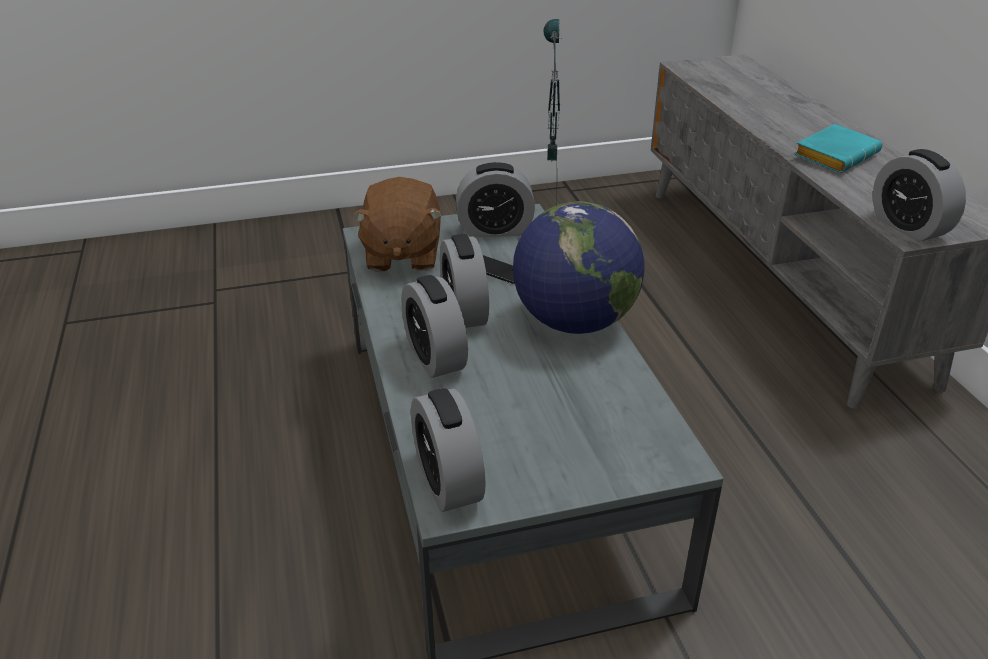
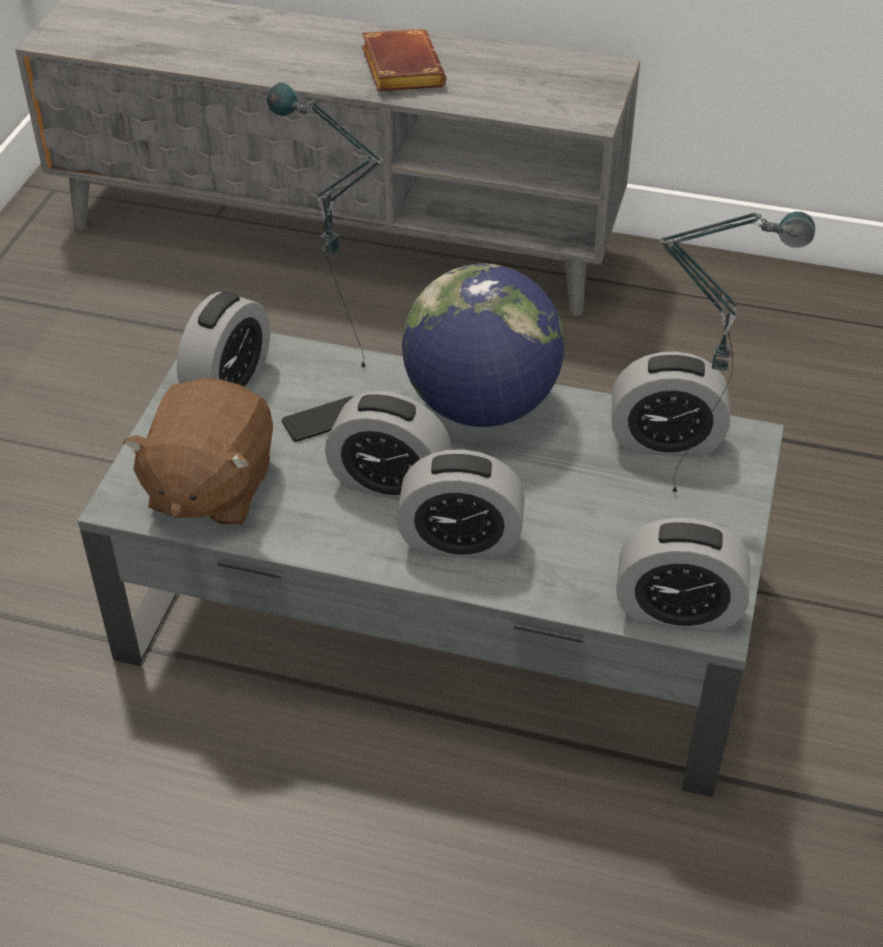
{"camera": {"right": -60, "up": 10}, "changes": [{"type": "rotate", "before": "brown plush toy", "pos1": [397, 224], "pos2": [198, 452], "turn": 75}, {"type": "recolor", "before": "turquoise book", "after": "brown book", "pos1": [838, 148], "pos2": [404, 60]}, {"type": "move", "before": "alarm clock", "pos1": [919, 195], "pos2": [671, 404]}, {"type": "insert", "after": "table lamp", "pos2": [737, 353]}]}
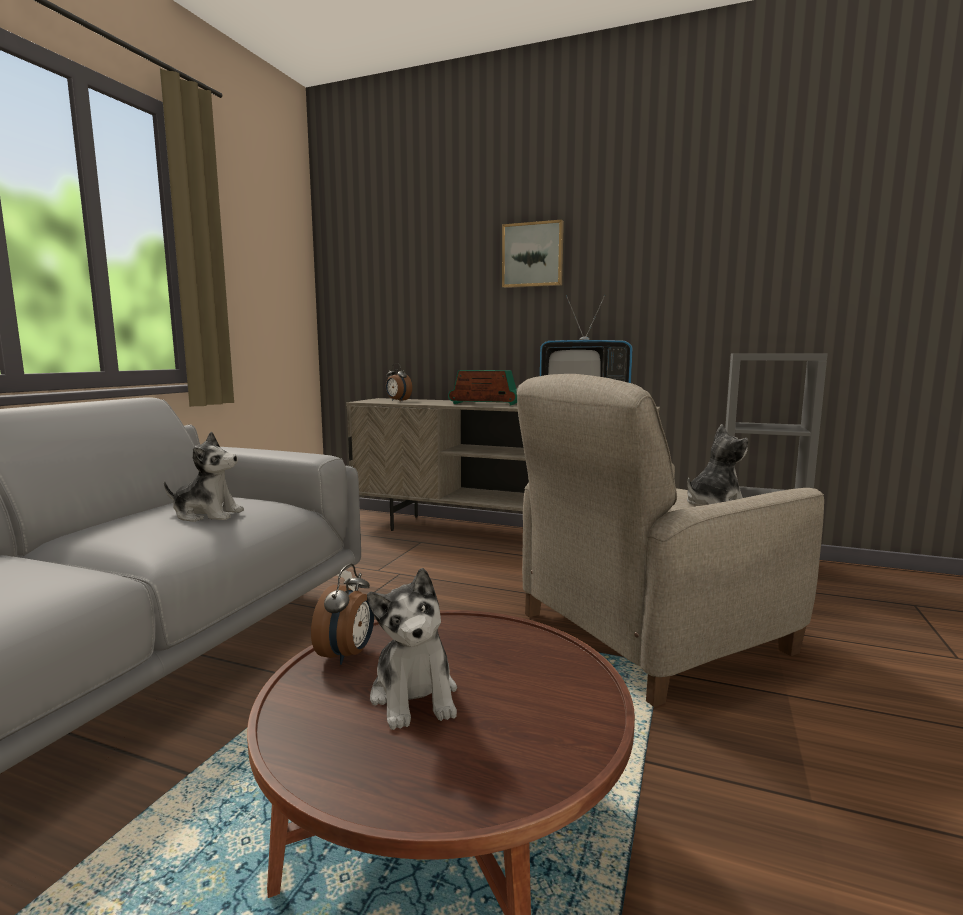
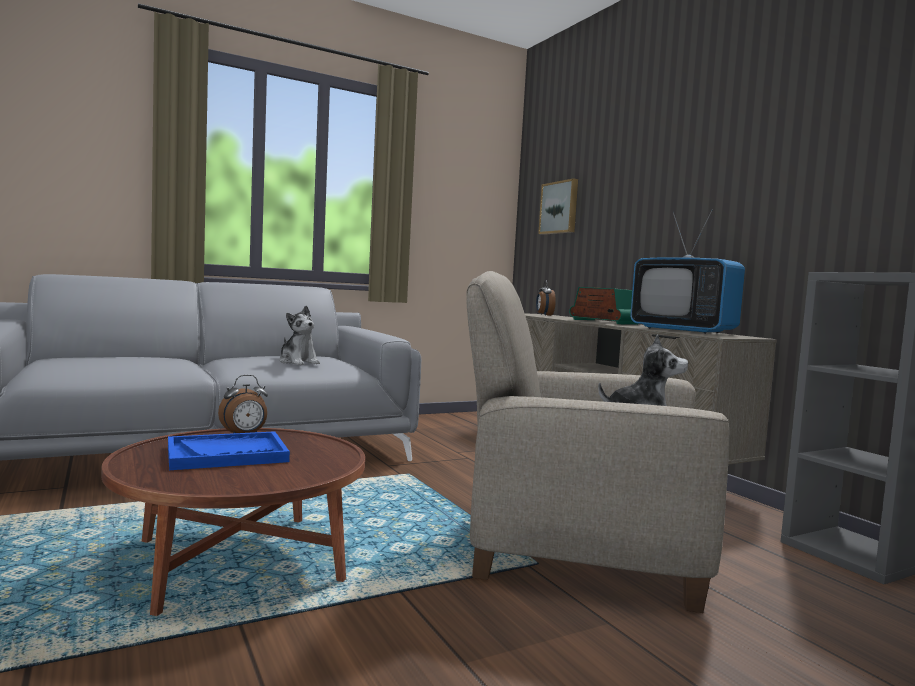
{"camera": {"right": 40, "up": -5}, "changes": [{"type": "replace", "before": "plush toy", "after": "blue tray", "pos1": [412, 649], "pos2": [229, 450]}, {"type": "move", "before": "picture", "pos1": [533, 254], "pos2": [558, 207]}]}
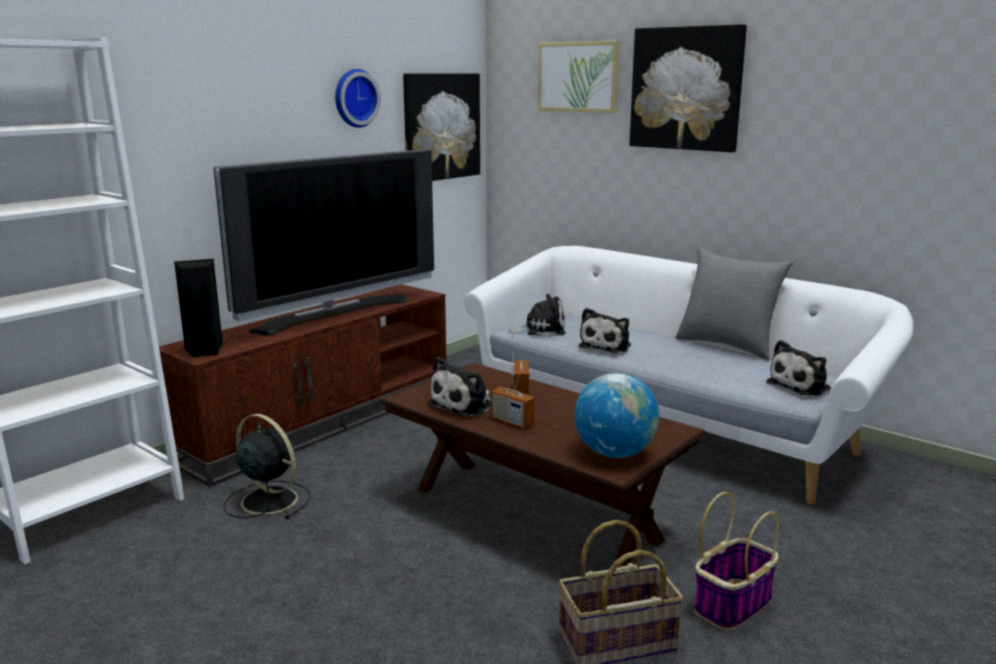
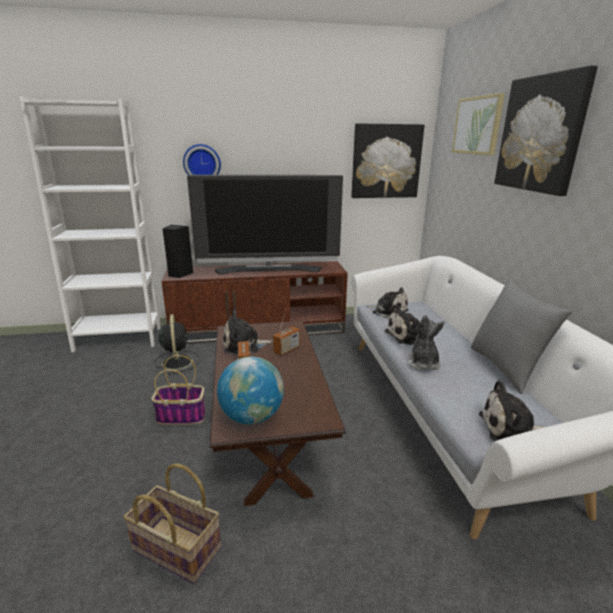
{"camera": {"right": 40, "up": 5}, "changes": [{"type": "move", "before": "basket", "pos1": [736, 561], "pos2": [178, 390]}, {"type": "move", "before": "wall clock", "pos1": [358, 98], "pos2": [202, 159]}, {"type": "insert", "after": "plush toy", "pos2": [426, 342]}]}
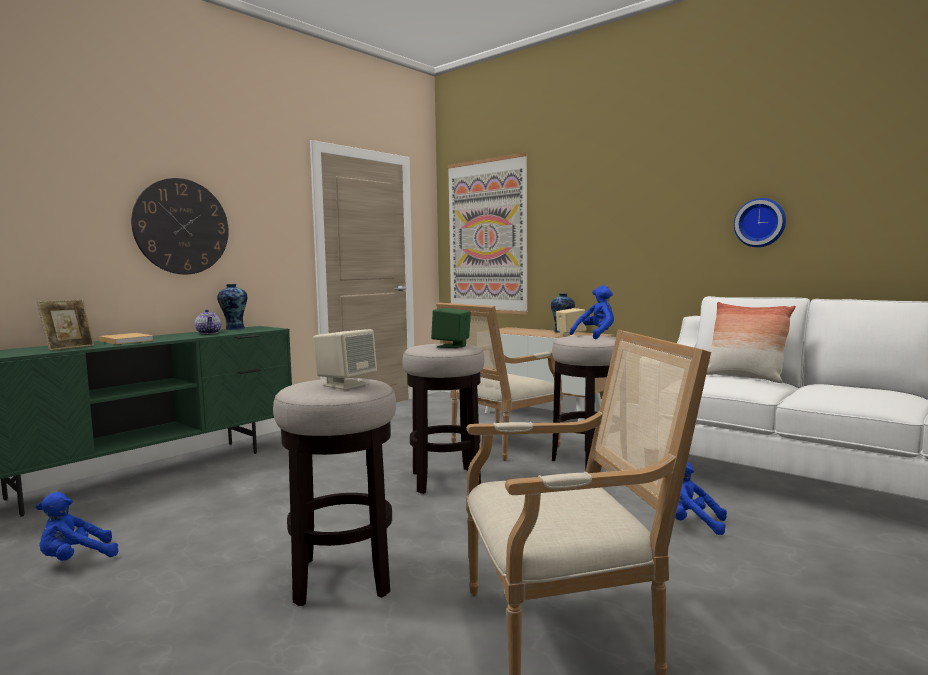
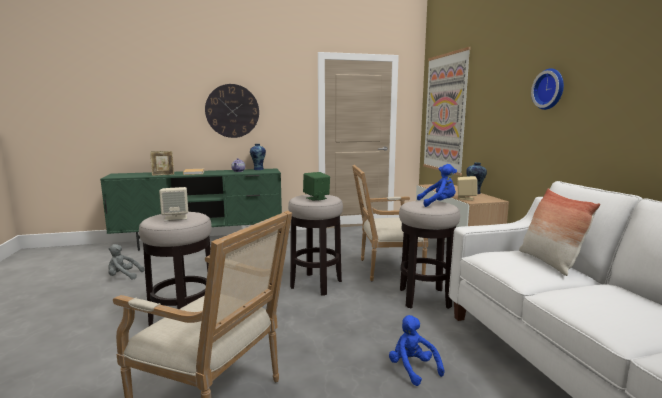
{"camera": {"right": 35, "up": 5}, "changes": [{"type": "recolor", "before": "blue plush toy", "after": "grey plush toy", "pos1": [77, 526], "pos2": [126, 262]}, {"type": "move", "before": "wall clock", "pos1": [760, 222], "pos2": [547, 89]}]}
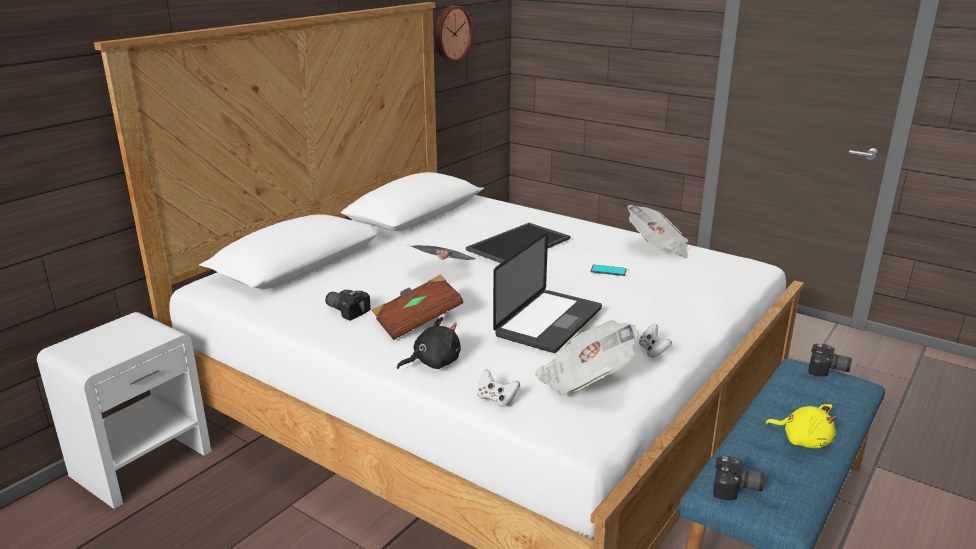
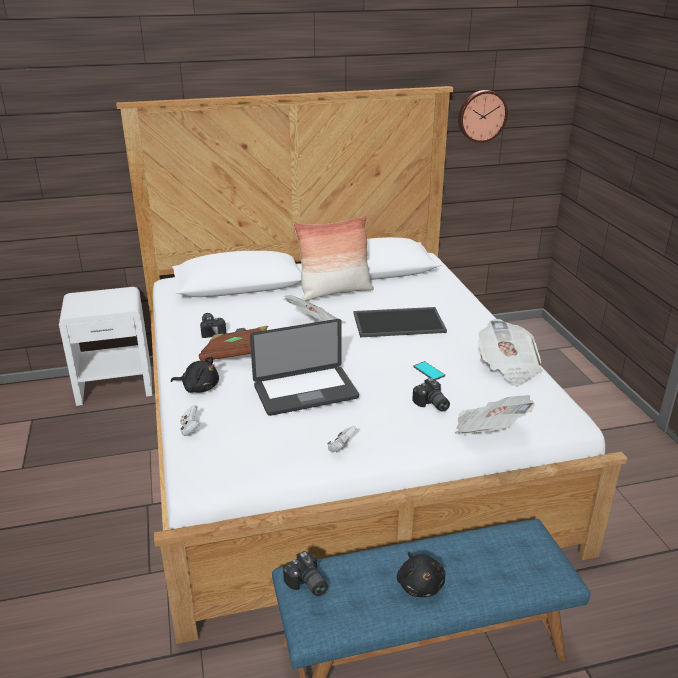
{"camera": {"right": 40, "up": 5}, "changes": [{"type": "insert", "after": "pillow", "pos2": [334, 258]}, {"type": "recolor", "before": "yellow plush toy", "after": "black plush toy", "pos1": [801, 426], "pos2": [421, 574]}, {"type": "move", "before": "photo camera", "pos1": [830, 360], "pos2": [431, 395]}, {"type": "move", "before": "newspaper", "pos1": [587, 358], "pos2": [495, 414]}]}
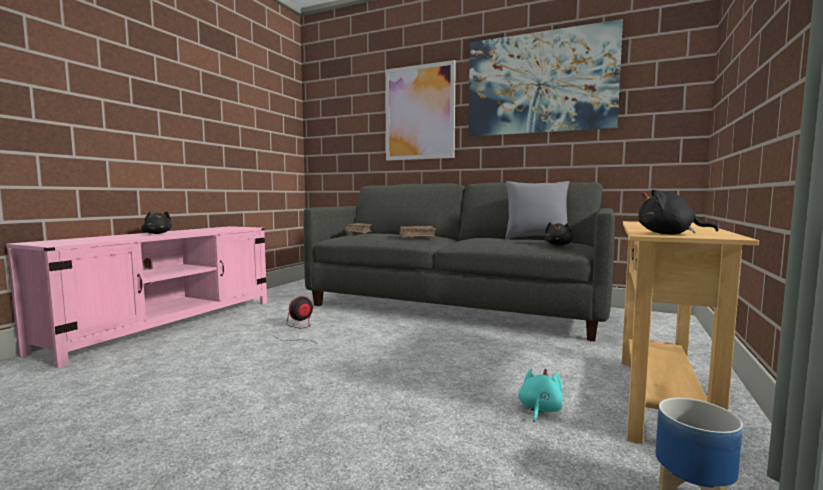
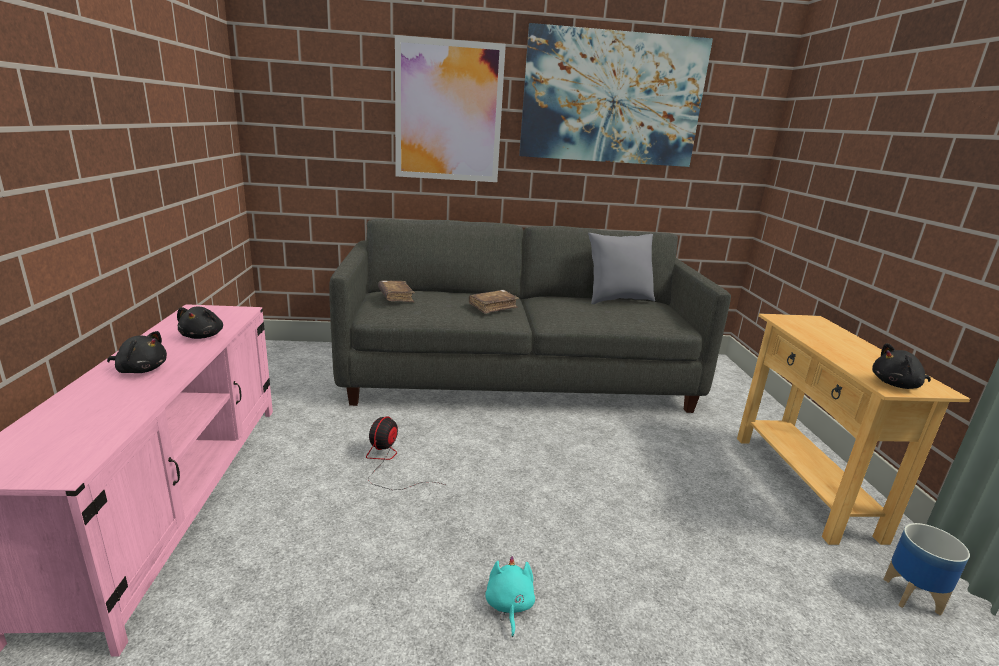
{"camera": {"right": -30, "up": 15}, "changes": [{"type": "move", "before": "black plush toy", "pos1": [559, 234], "pos2": [200, 322]}, {"type": "move", "before": "turquoise plush toy", "pos1": [540, 395], "pos2": [510, 596]}]}
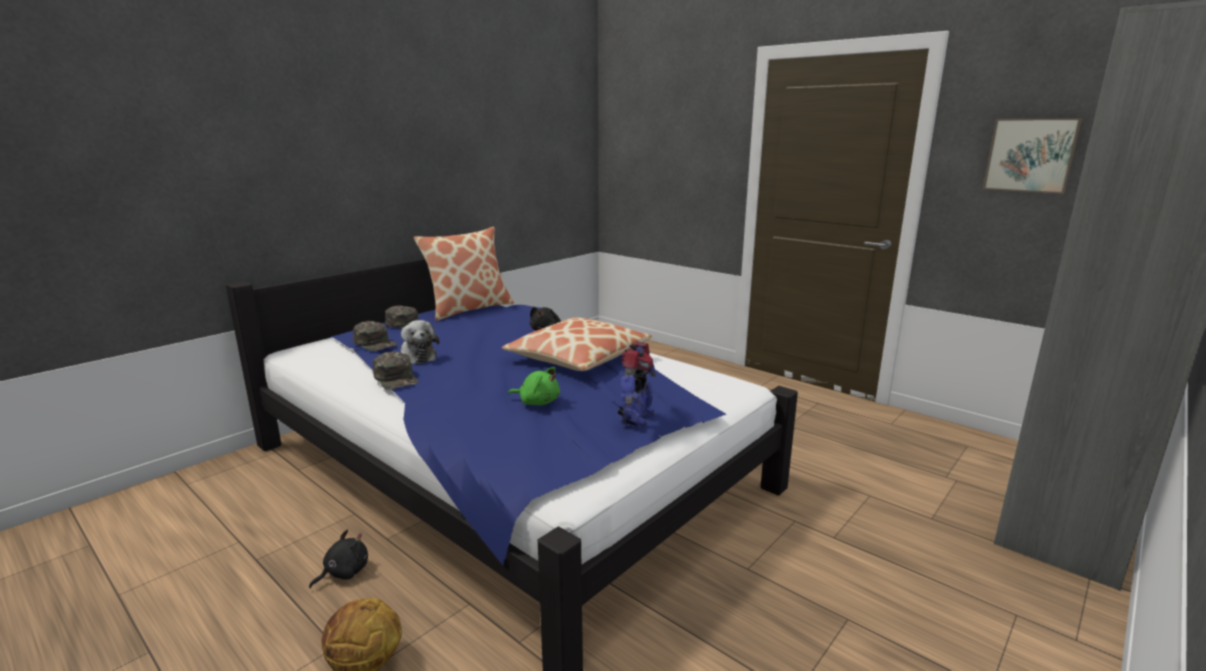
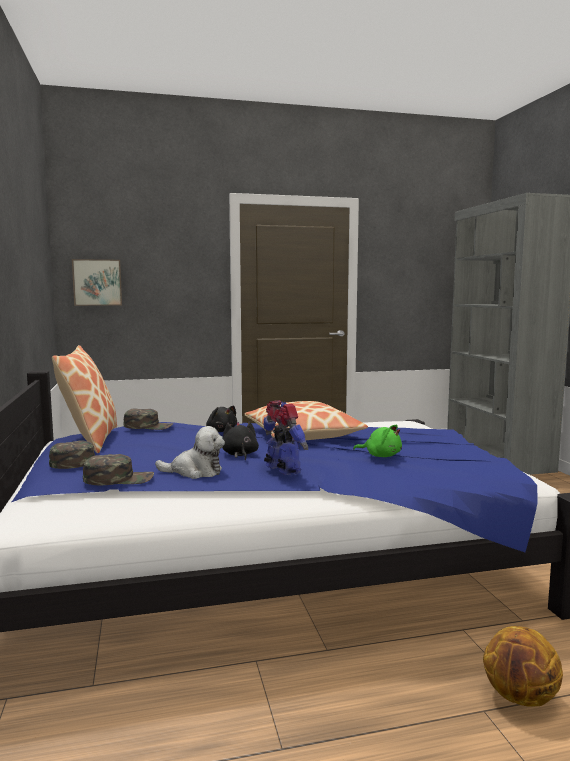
{"camera": {"right": -55, "up": -10}, "changes": [{"type": "move", "before": "picture", "pos1": [1032, 156], "pos2": [97, 282]}, {"type": "move", "before": "green cap", "pos1": [395, 370], "pos2": [148, 419]}, {"type": "move", "before": "black plush toy", "pos1": [338, 559], "pos2": [240, 440]}, {"type": "move", "before": "toy robot", "pos1": [637, 385], "pos2": [286, 437]}, {"type": "rotate", "before": "green plush toy", "pos1": [534, 386], "pos2": [377, 440], "turn": 60}]}
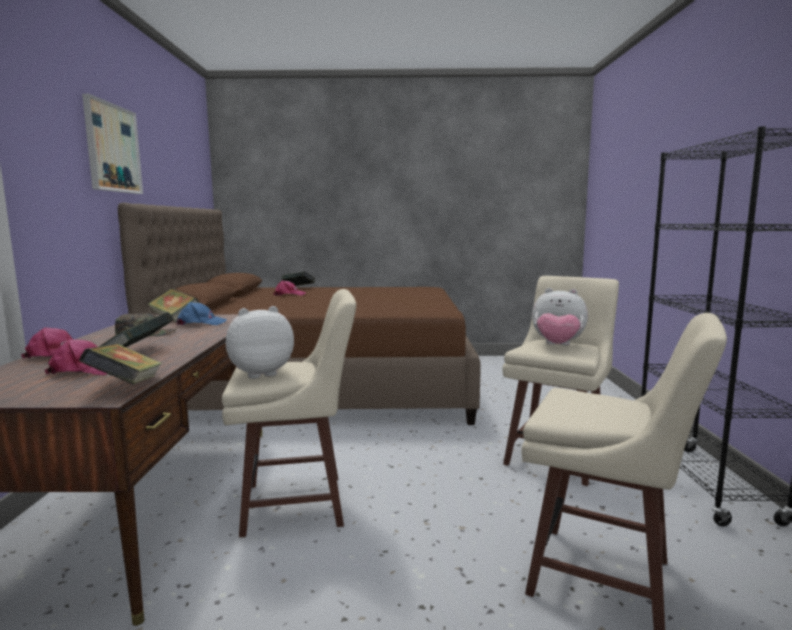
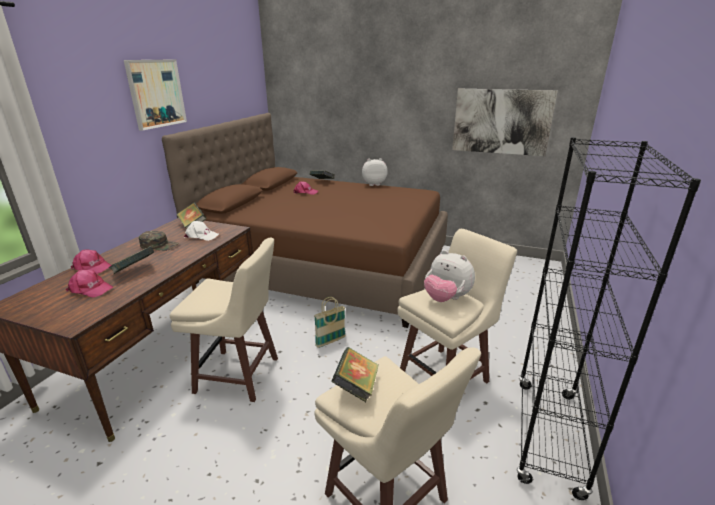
{"camera": {"right": 20, "up": 15}, "changes": [{"type": "recolor", "before": "blue cap", "after": "white cap", "pos1": [201, 313], "pos2": [201, 231]}, {"type": "insert", "after": "basket", "pos2": [330, 322]}, {"type": "move", "before": "book", "pos1": [120, 364], "pos2": [355, 374]}, {"type": "move", "before": "plush toy", "pos1": [260, 342], "pos2": [375, 172]}, {"type": "insert", "after": "picture", "pos2": [505, 122]}]}
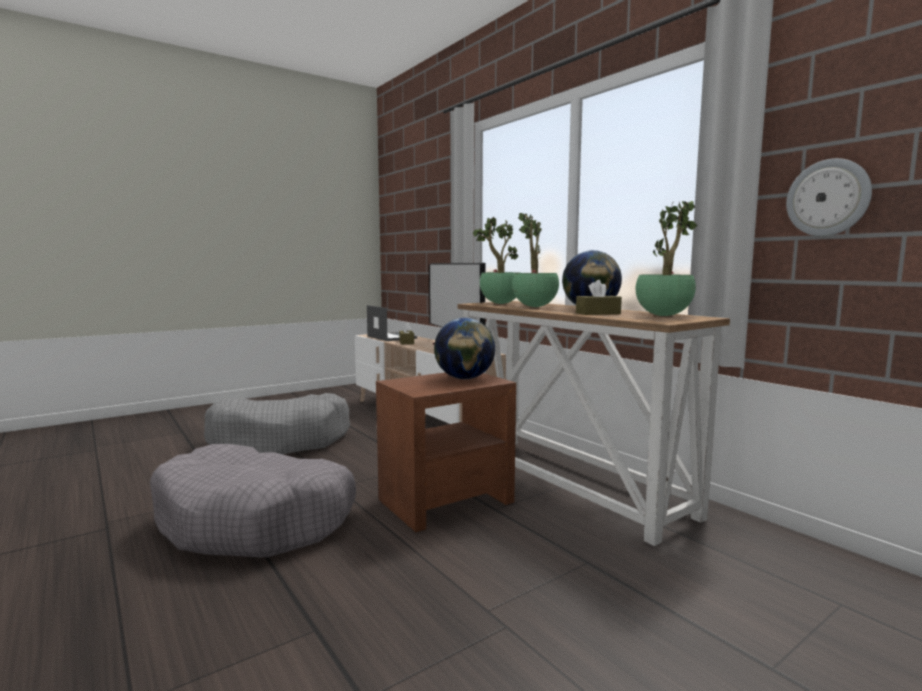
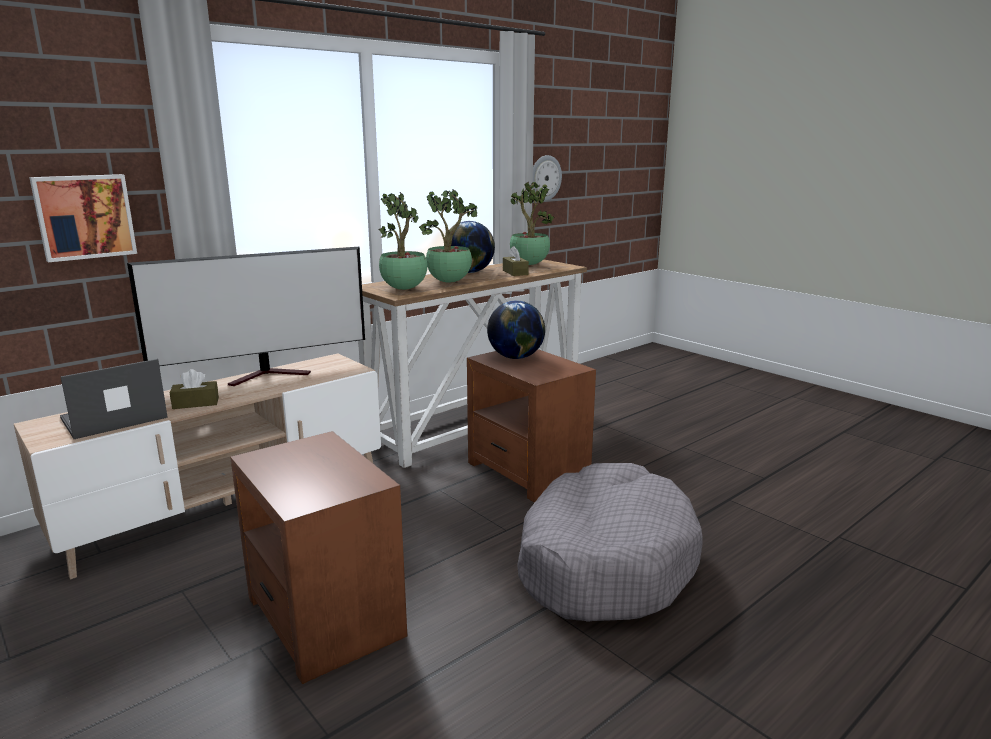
{"camera": {"right": -95, "up": 10}, "changes": [{"type": "insert", "after": "picture", "pos2": [83, 218]}, {"type": "replace", "before": "grey dog bed", "after": "brown side table", "pos1": [277, 423], "pos2": [318, 557]}]}
